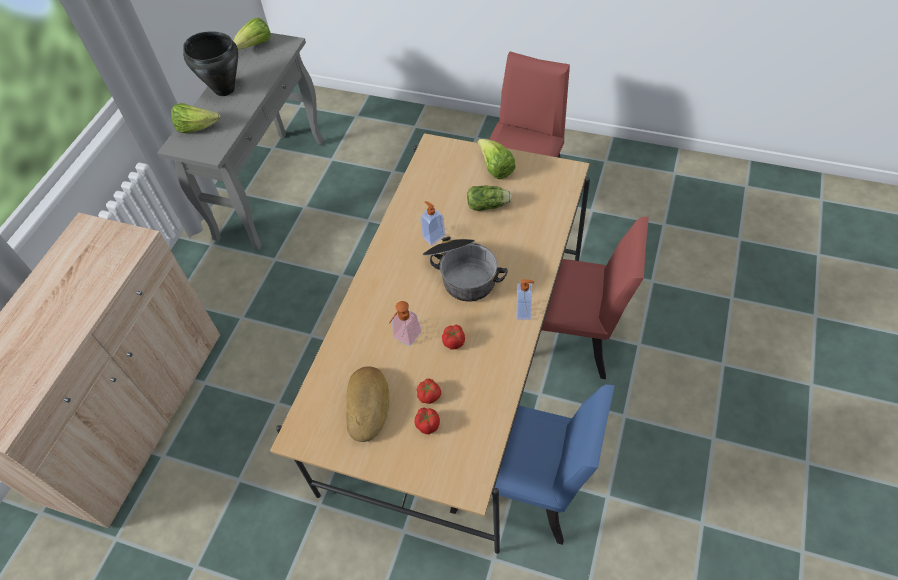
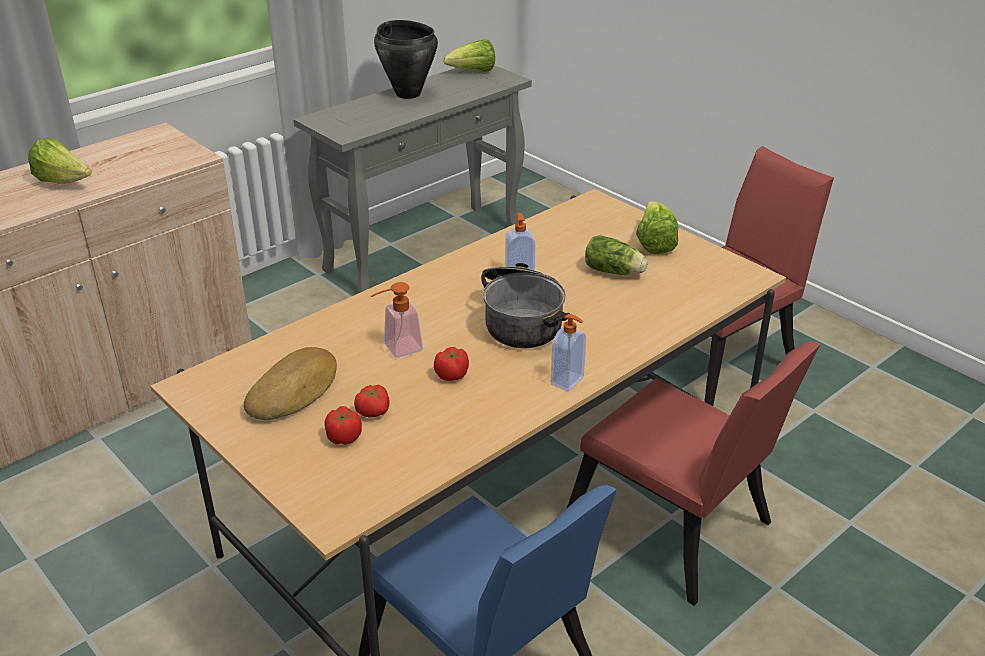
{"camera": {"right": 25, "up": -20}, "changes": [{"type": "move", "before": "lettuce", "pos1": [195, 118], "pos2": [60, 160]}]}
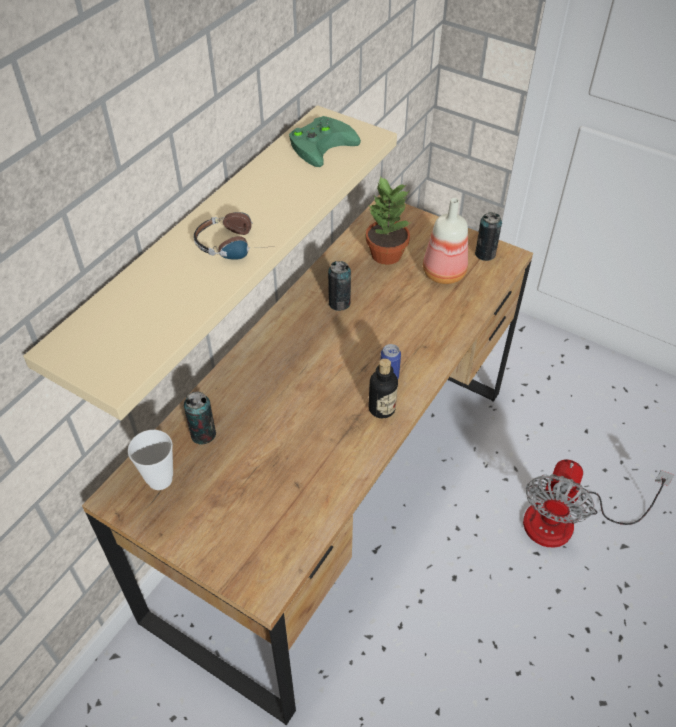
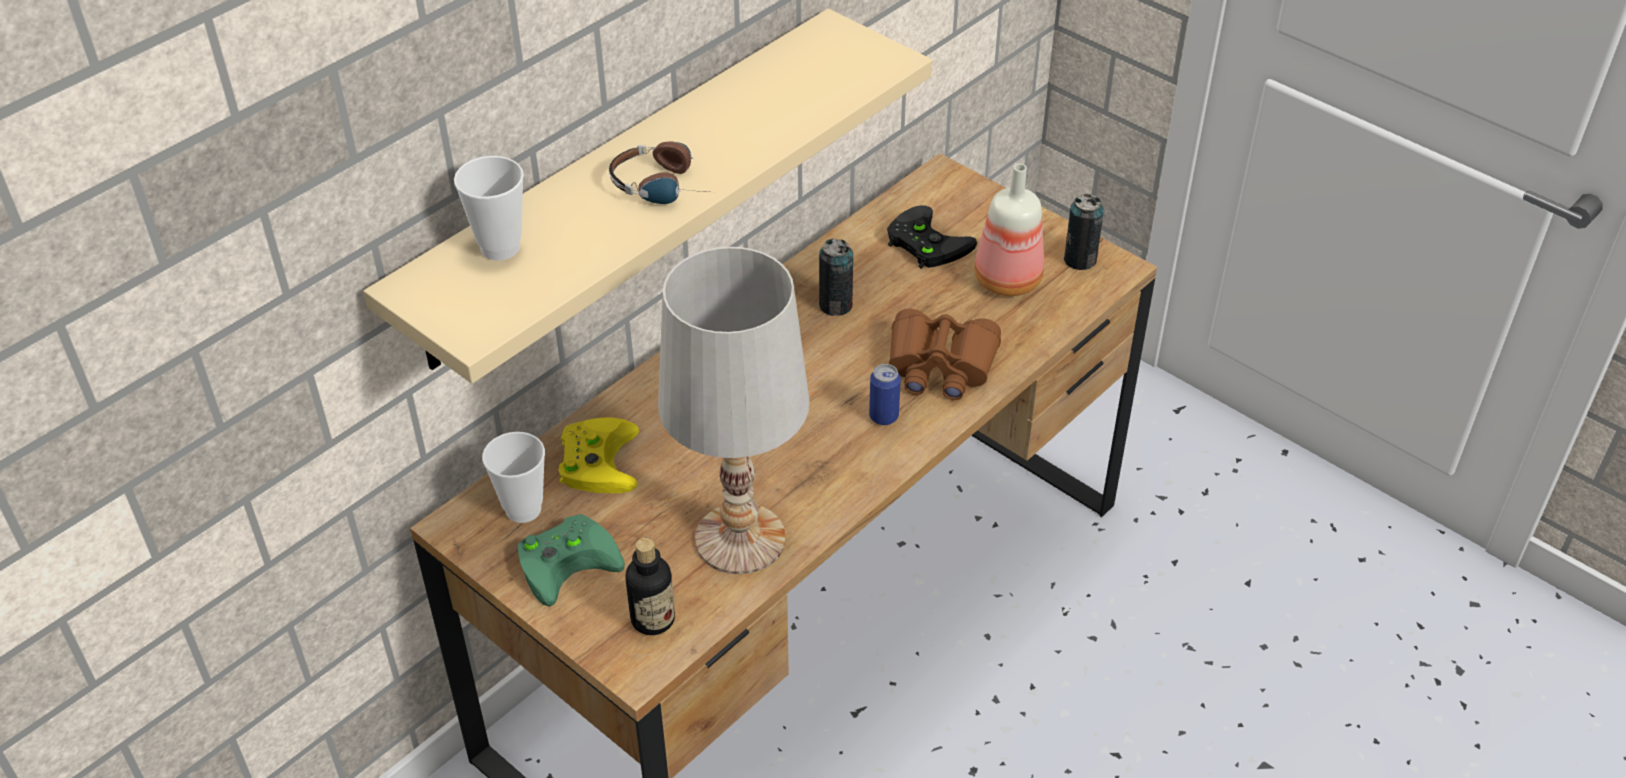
{"camera": {"right": 10, "up": -5}, "changes": [{"type": "insert", "after": "cup", "pos2": [489, 208]}, {"type": "move", "before": "green game controller", "pos1": [325, 141], "pos2": [571, 560]}, {"type": "replace", "before": "can", "after": "yellow game controller", "pos1": [200, 418], "pos2": [598, 455]}, {"type": "move", "before": "bottle", "pos1": [383, 388], "pos2": [650, 586]}, {"type": "insert", "after": "white table lamp", "pos2": [734, 410]}, {"type": "replace", "before": "potted plant", "after": "black game controller", "pos1": [388, 220], "pos2": [932, 237]}, {"type": "insert", "after": "brown binoculars", "pos2": [945, 354]}, {"type": "delete", "before": "fan", "pos1": [598, 503]}]}
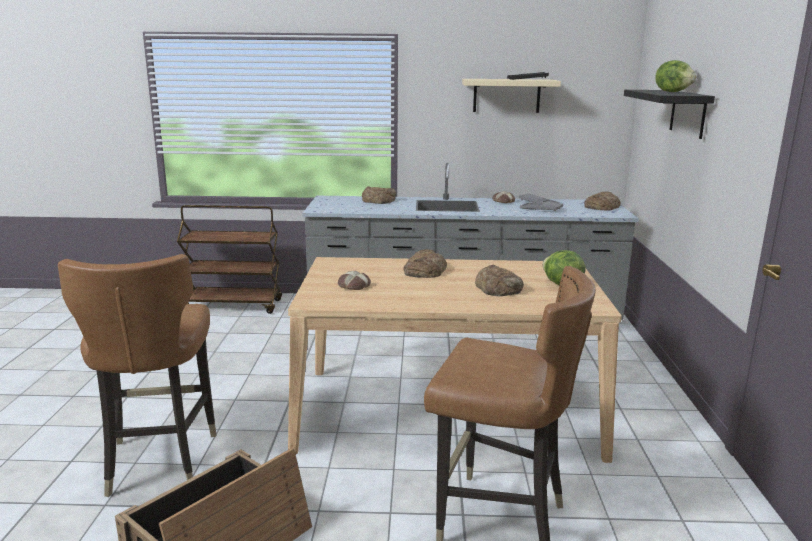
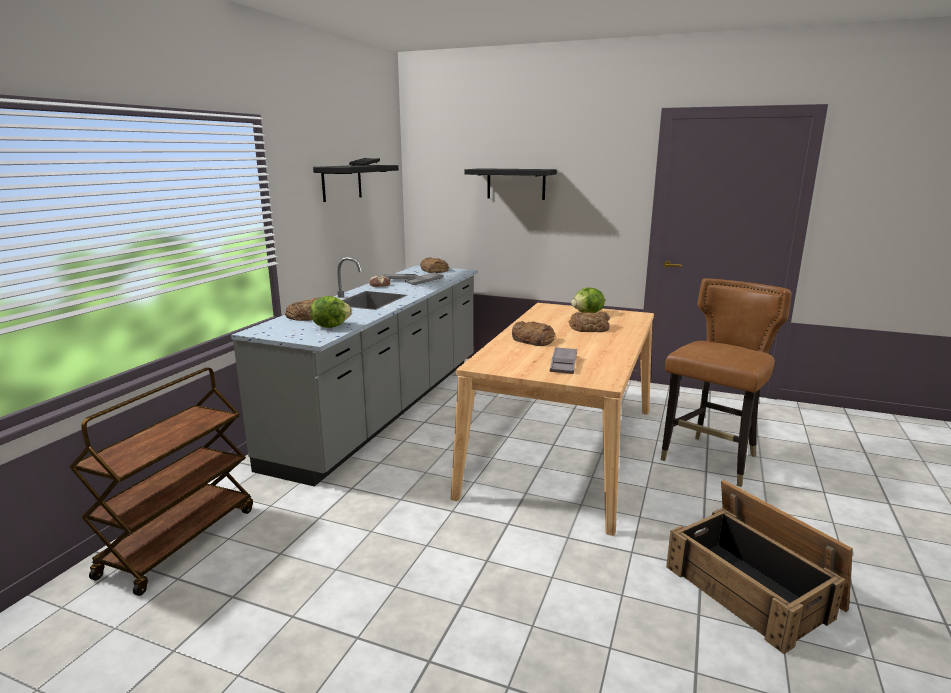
{"camera": {"right": -70, "up": 0}, "changes": [{"type": "move", "before": "lettuce", "pos1": [676, 76], "pos2": [331, 312]}, {"type": "recolor", "before": "beige shelf", "after": "black shelf", "pos1": [511, 96], "pos2": [356, 183]}, {"type": "replace", "before": "bread", "after": "grey tray", "pos1": [354, 280], "pos2": [563, 360]}, {"type": "delete", "before": "brown chair", "pos1": [137, 375]}]}
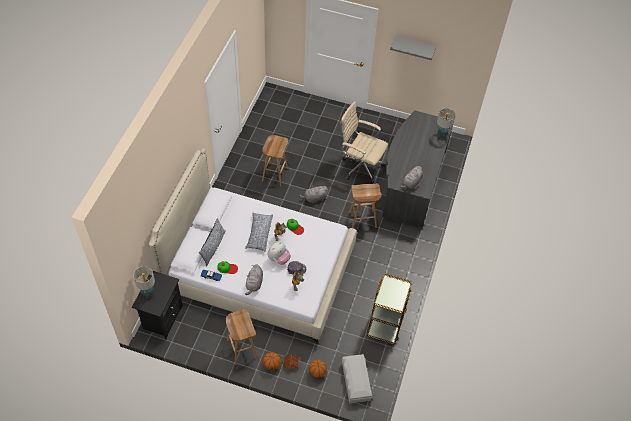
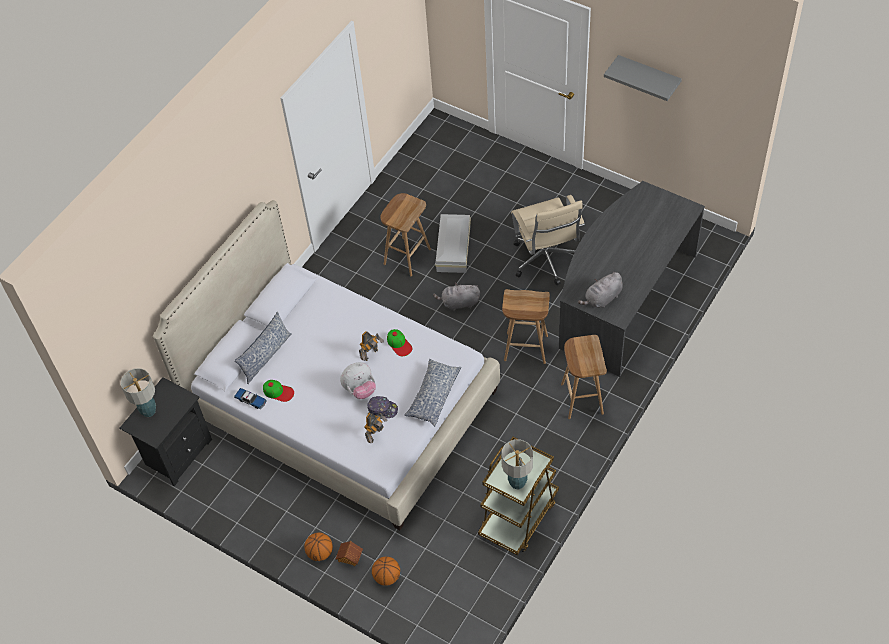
{"camera": {"right": 20, "up": 0}, "changes": [{"type": "move", "before": "pillow", "pos1": [259, 232], "pos2": [432, 392]}, {"type": "move", "before": "white storage box", "pos1": [357, 379], "pos2": [453, 243]}, {"type": "move", "before": "table lamp", "pos1": [446, 123], "pos2": [517, 464]}, {"type": "rotate", "before": "beige office chair", "pos1": [364, 142], "pos2": [548, 240], "turn": -150}, {"type": "move", "before": "brown stool", "pos1": [241, 337], "pos2": [584, 377]}, {"type": "delete", "before": "grey plush toy", "pos1": [254, 279]}]}
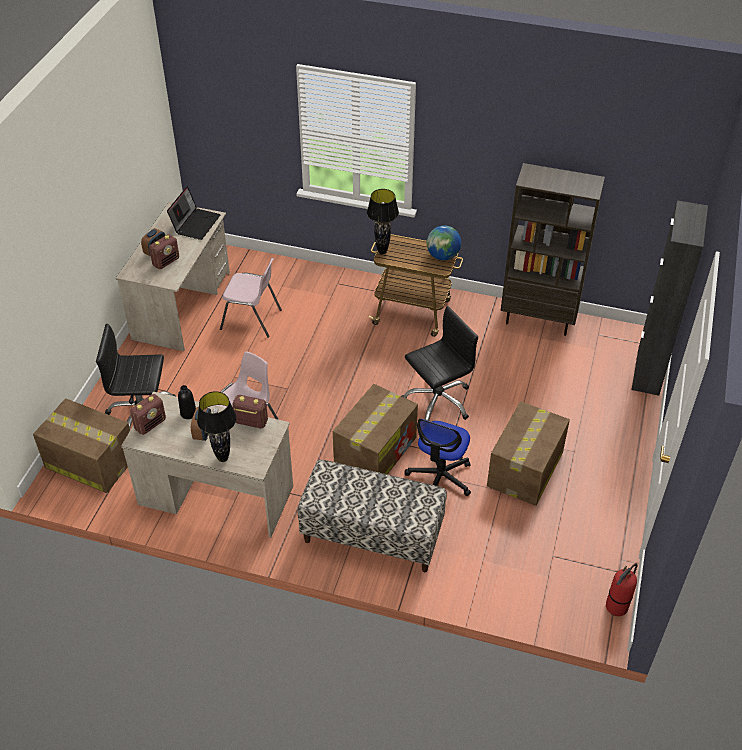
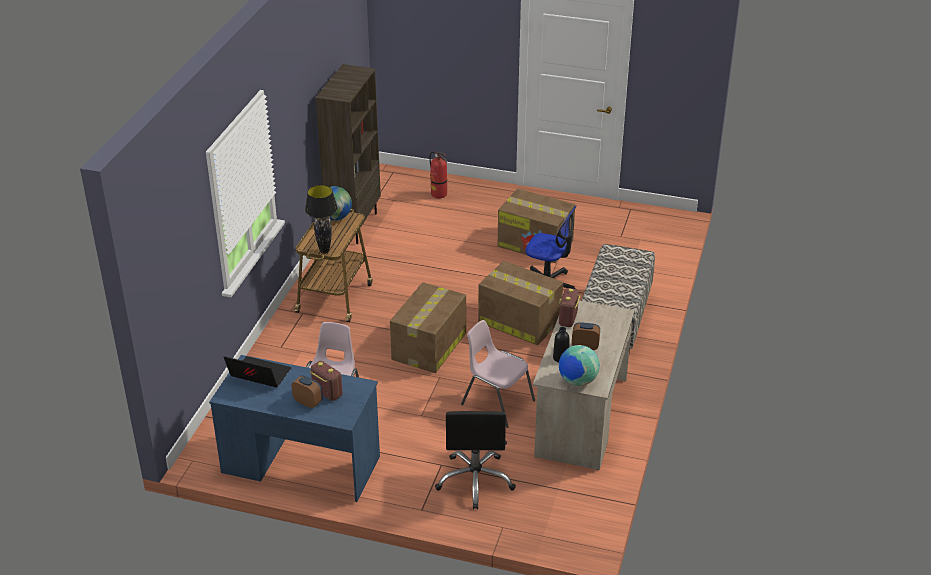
{"camera": {"right": -90, "up": -10}, "changes": [{"type": "recolor", "before": "beige desk", "after": "blue desk", "pos1": [173, 276], "pos2": [294, 428]}, {"type": "move", "before": "cardboard box", "pos1": [81, 445], "pos2": [428, 327]}, {"type": "move", "before": "fire extinguisher", "pos1": [621, 589], "pos2": [438, 174]}, {"type": "replace", "before": "radio", "after": "globe", "pos1": [148, 414], "pos2": [579, 365]}, {"type": "delete", "before": "black table lamp", "pos1": [217, 426]}, {"type": "delete", "before": "black office chair", "pos1": [440, 363]}, {"type": "delete", "before": "black cabinet", "pos1": [669, 298]}]}
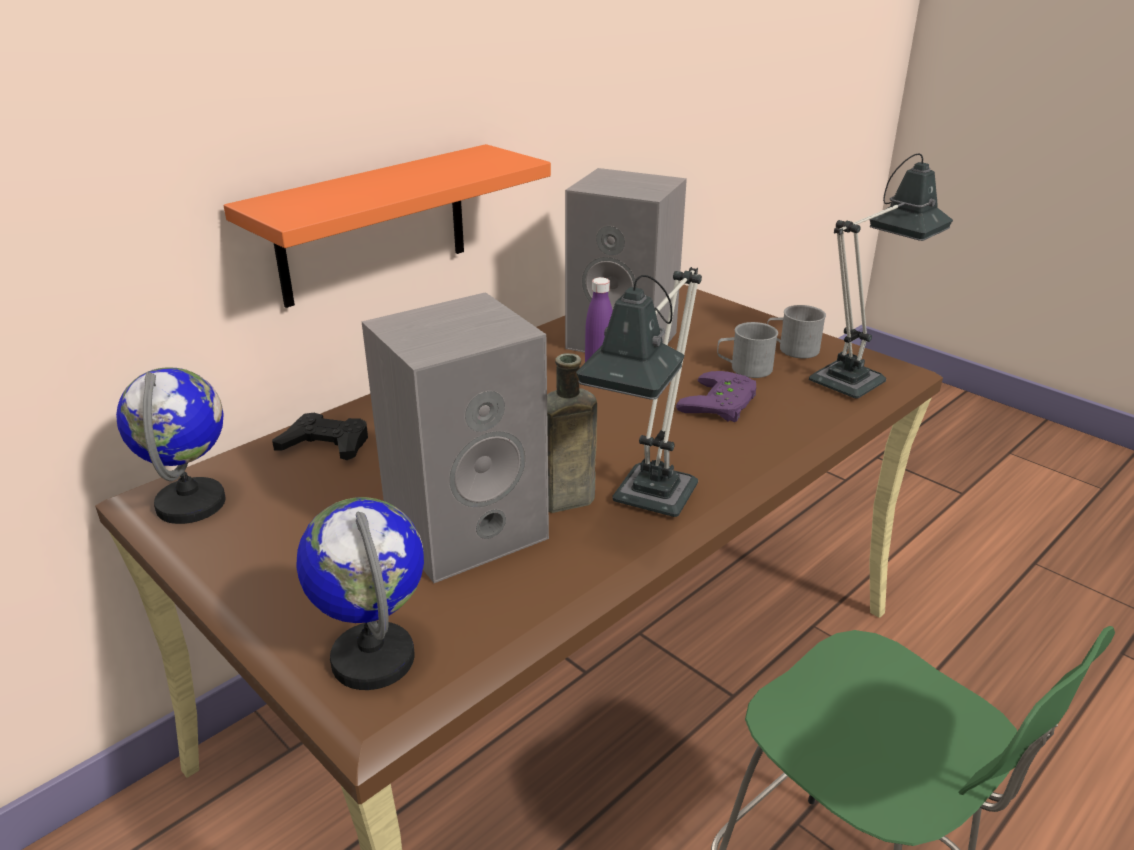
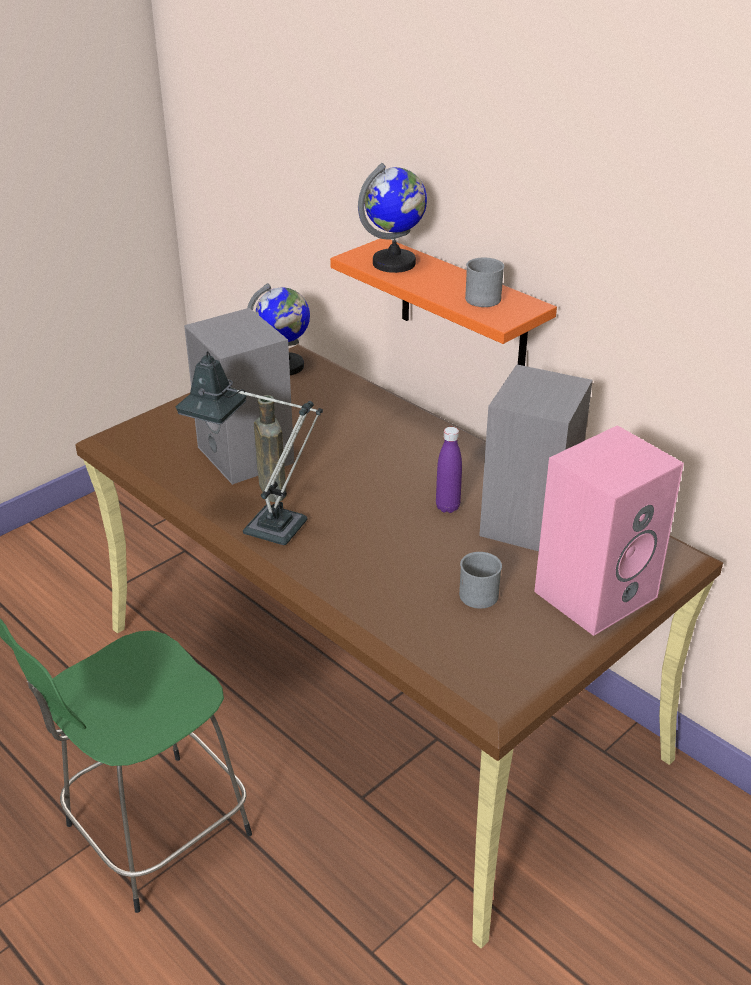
{"camera": {"right": 90, "up": 5}, "changes": [{"type": "move", "before": "globe", "pos1": [360, 593], "pos2": [392, 218]}, {"type": "move", "before": "grey mug", "pos1": [796, 331], "pos2": [484, 282]}, {"type": "insert", "after": "pink speaker", "pos2": [609, 530]}, {"type": "delete", "before": "black game controller", "pos1": [320, 436]}, {"type": "delete", "before": "purple game controller", "pos1": [716, 396]}, {"type": "delete", "before": "table lamp", "pos1": [881, 276]}]}
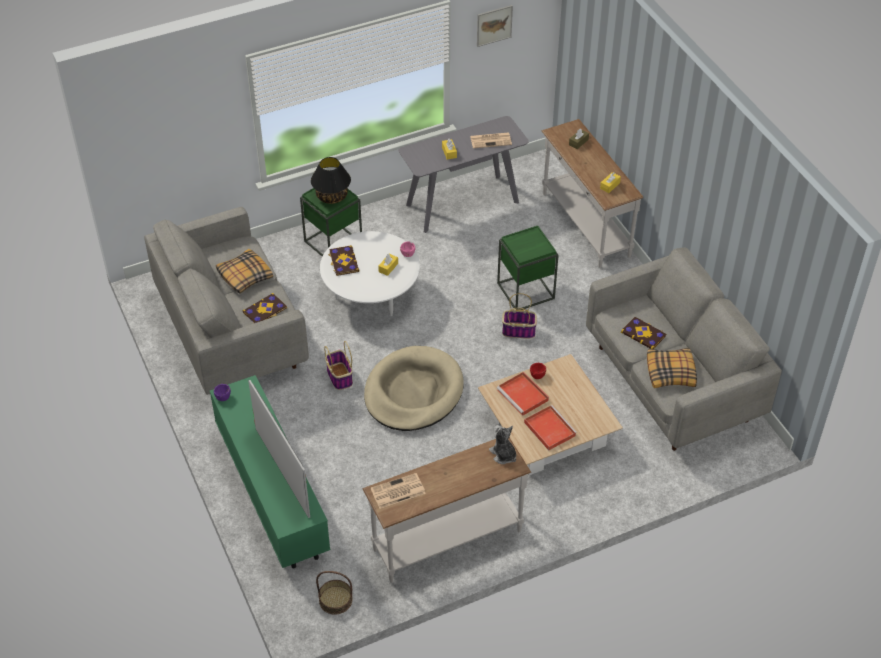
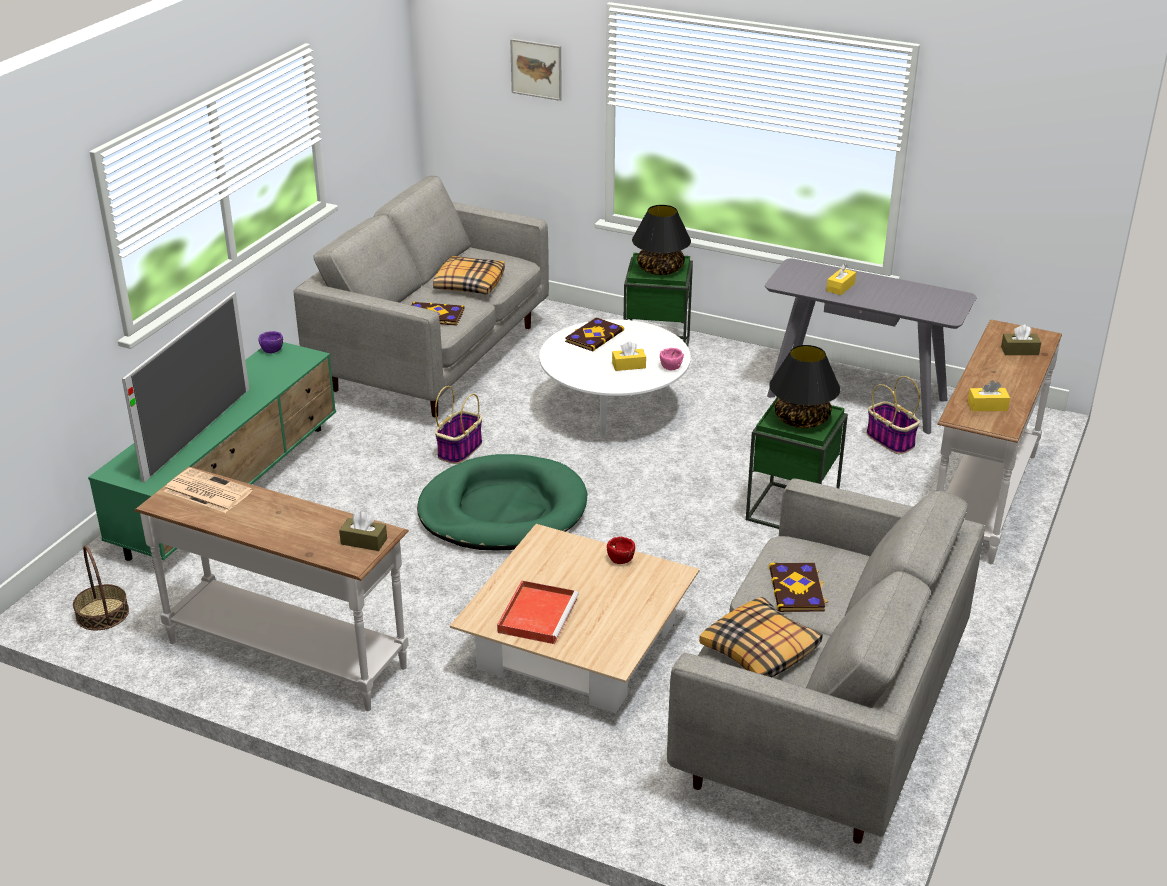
{"camera": {"right": 50, "up": -15}, "changes": [{"type": "replace", "before": "plush toy", "after": "brown tissue box", "pos1": [502, 444], "pos2": [363, 531]}, {"type": "recolor", "before": "beige dog bed", "after": "green dog bed", "pos1": [414, 388], "pos2": [502, 502]}, {"type": "move", "before": "picture", "pos1": [495, 26], "pos2": [536, 70]}, {"type": "insert", "after": "black table lamp", "pos2": [804, 386]}, {"type": "move", "before": "basket", "pos1": [519, 316], "pos2": [893, 415]}, {"type": "delete", "before": "newspaper", "pos1": [491, 140]}, {"type": "delete", "before": "red tray", "pos1": [523, 394]}]}
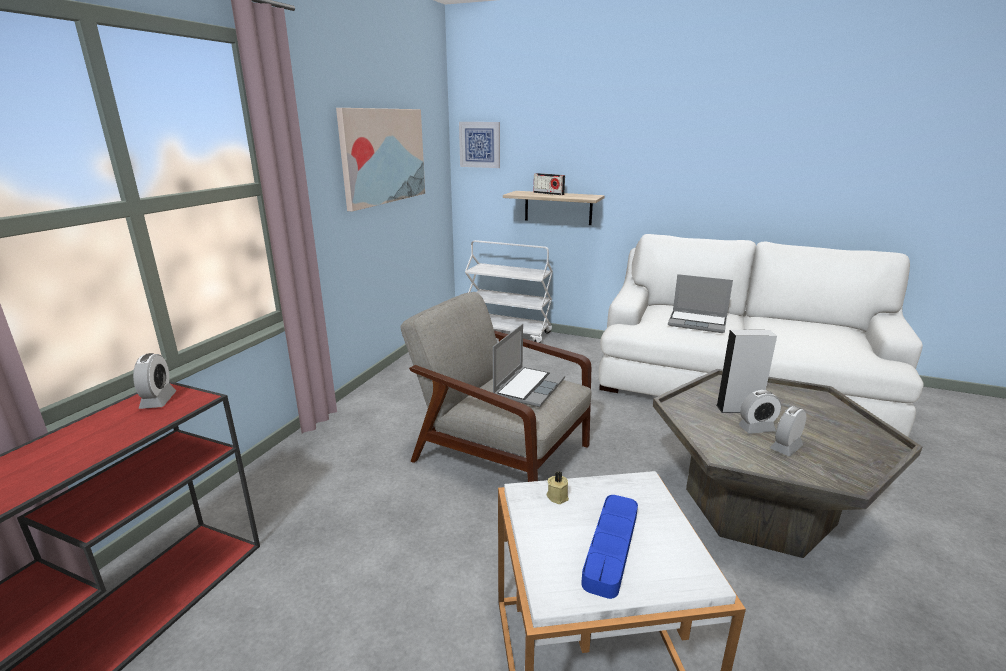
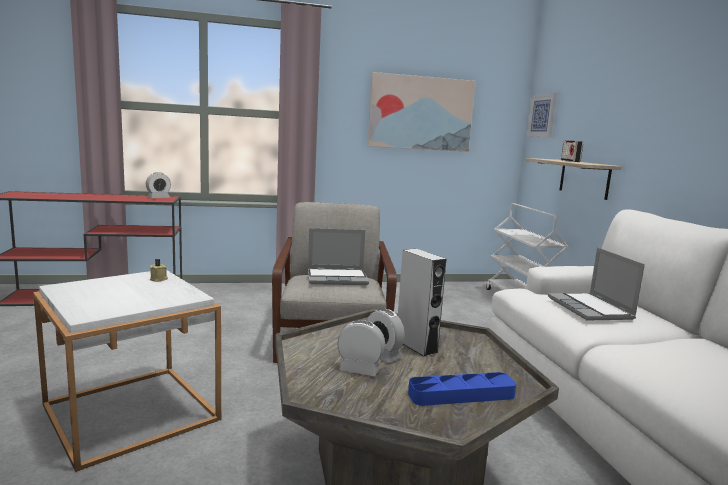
{"camera": {"right": 55, "up": -10}, "changes": [{"type": "move", "before": "blue tray", "pos1": [609, 547], "pos2": [462, 389]}]}
